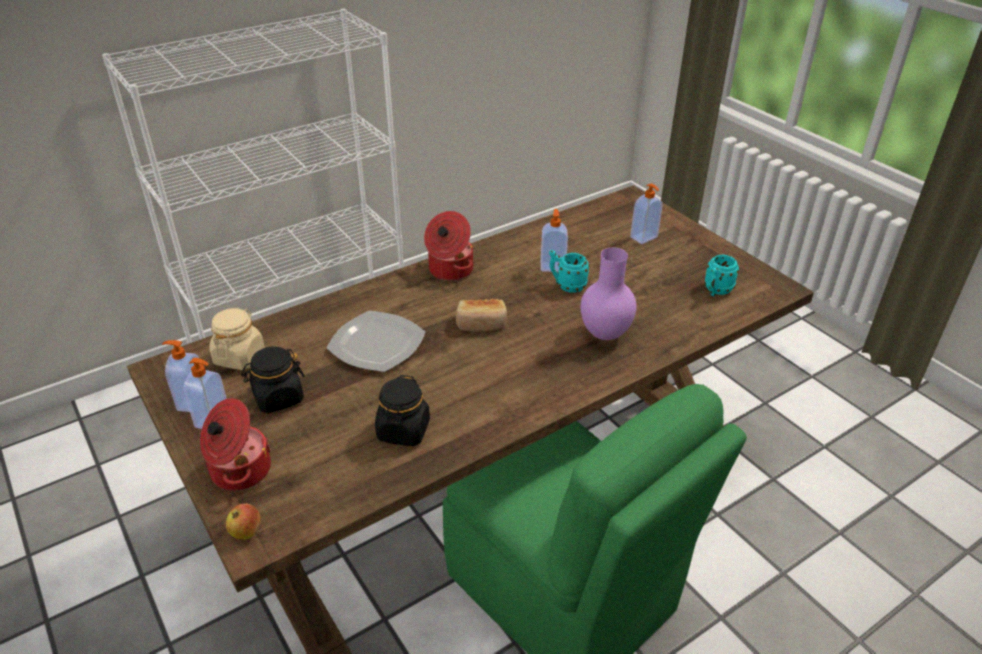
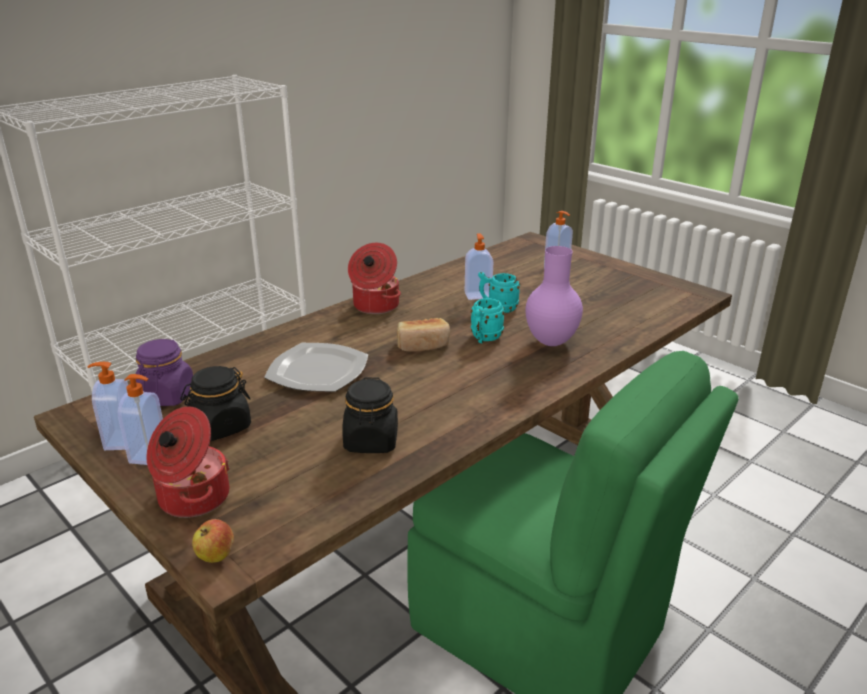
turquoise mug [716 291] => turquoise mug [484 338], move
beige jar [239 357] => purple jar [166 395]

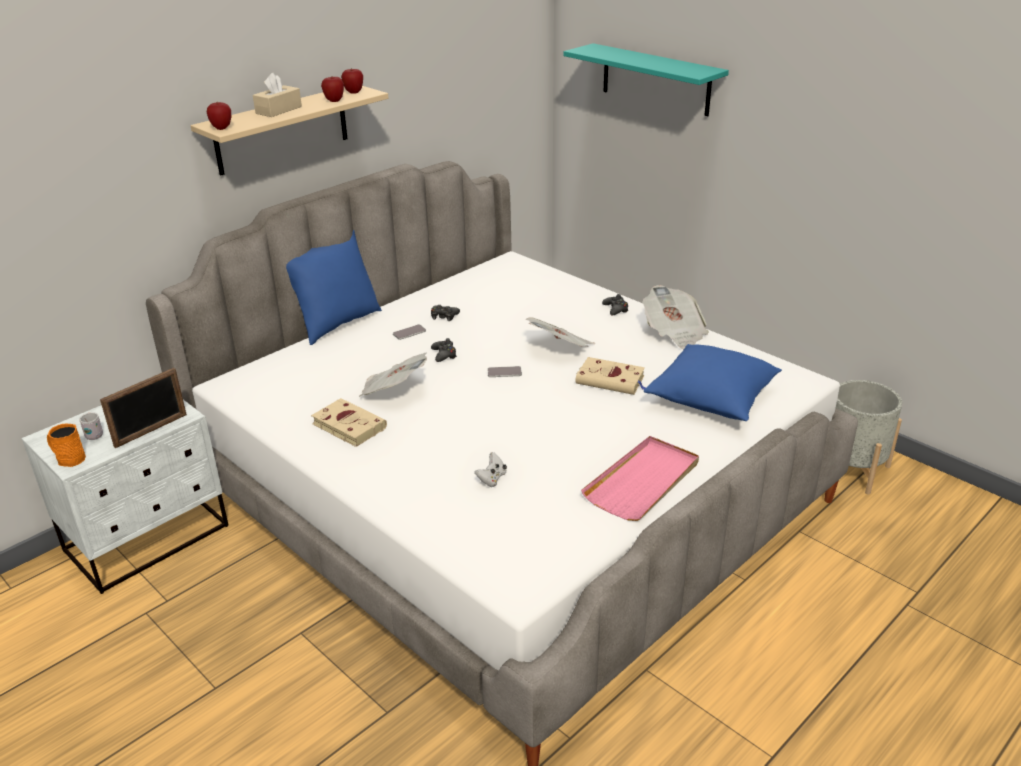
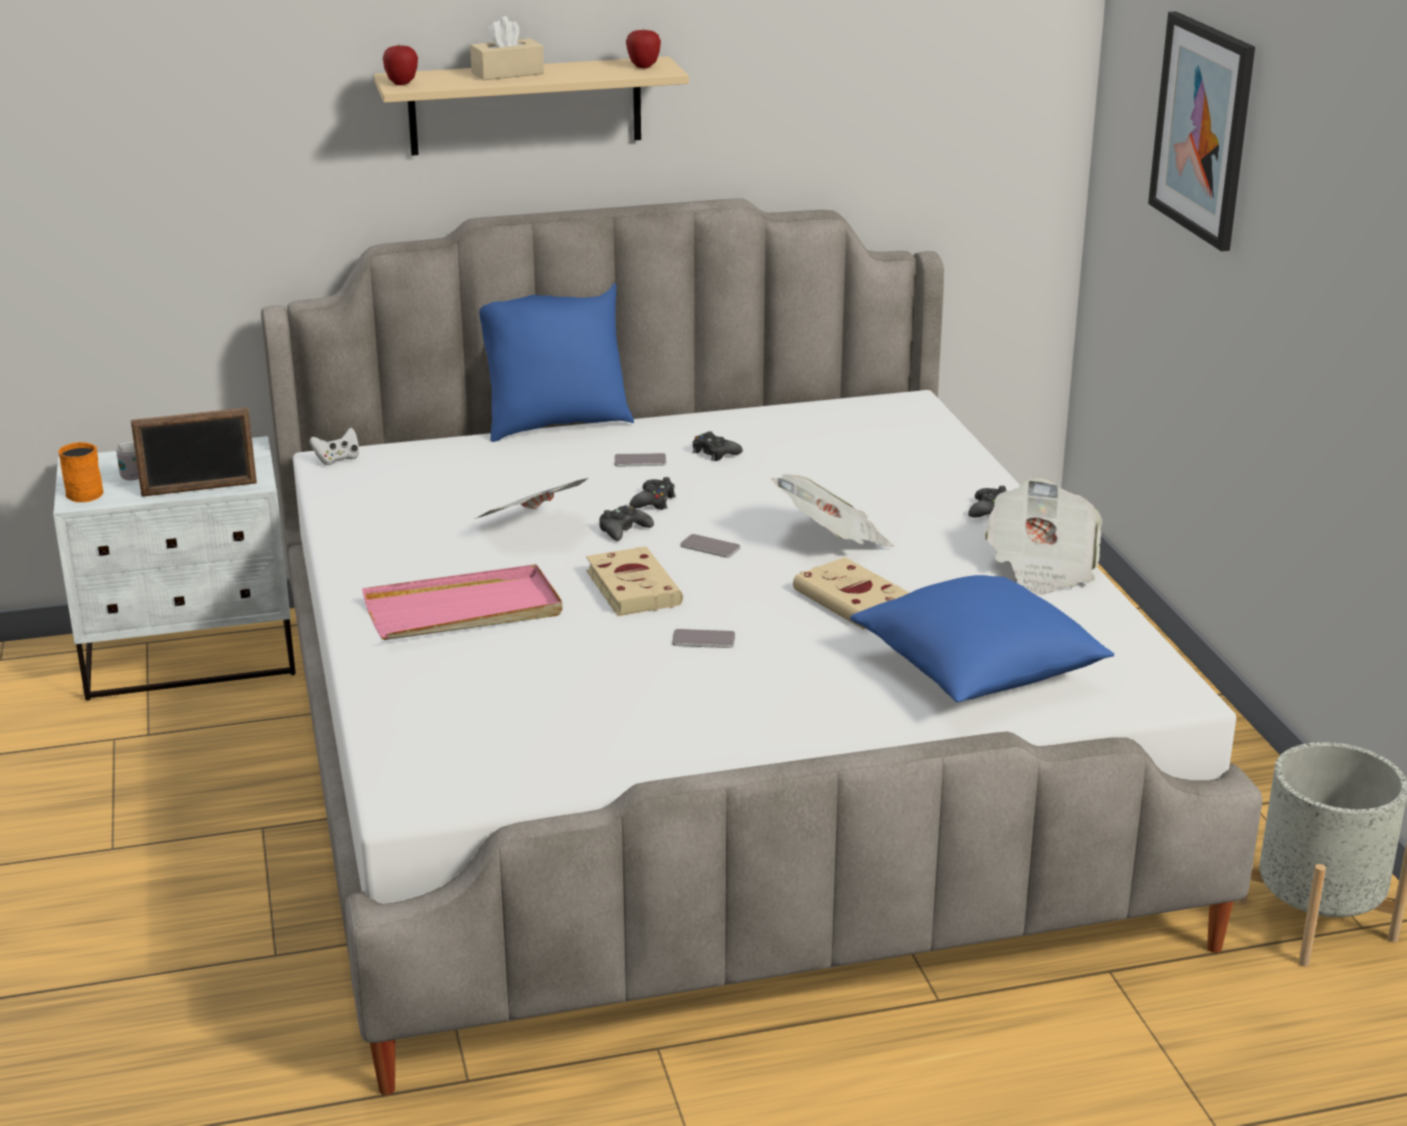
apple [334 101] => nothing
nothing => black game controller [623 530]
nothing => phone [703 640]
beige book [347 425] => beige book [631 587], move
white game controller [492 479] => white game controller [337 459], move
pink tray [643 481] => pink tray [464 611], move
turquoise shelf [655 79] => picture [1203 129]

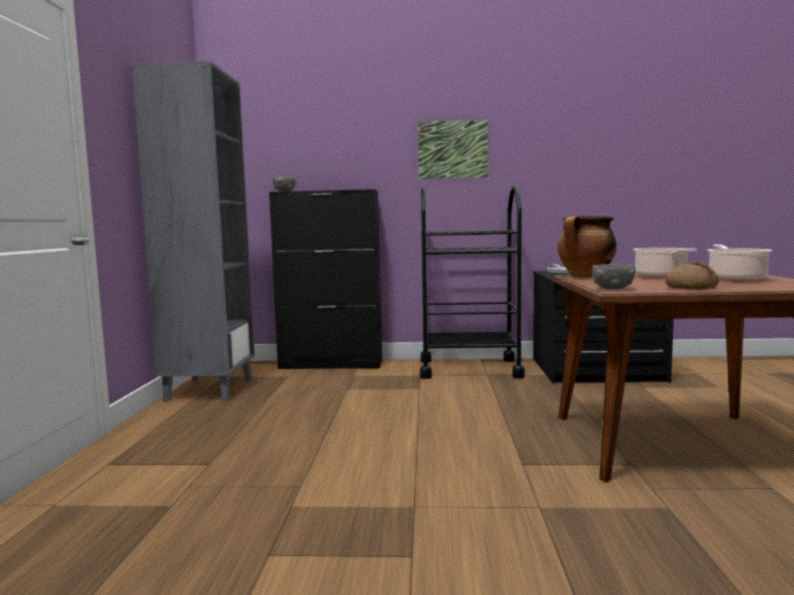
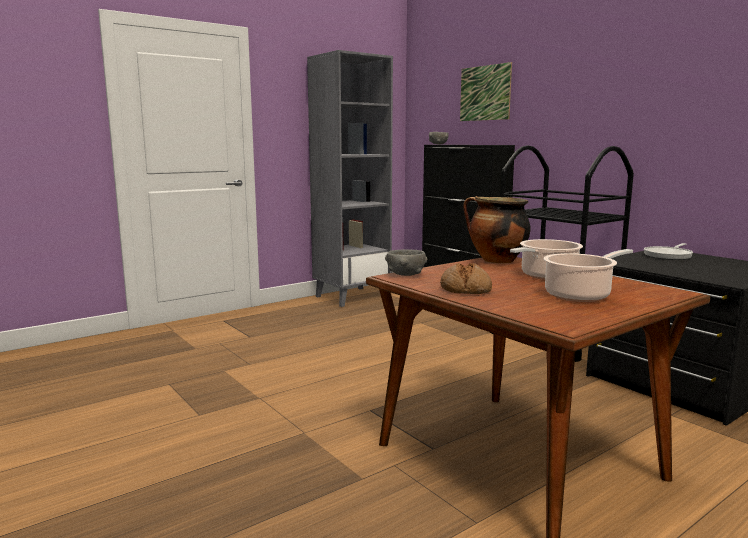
picture [453 149] => picture [485 93], move

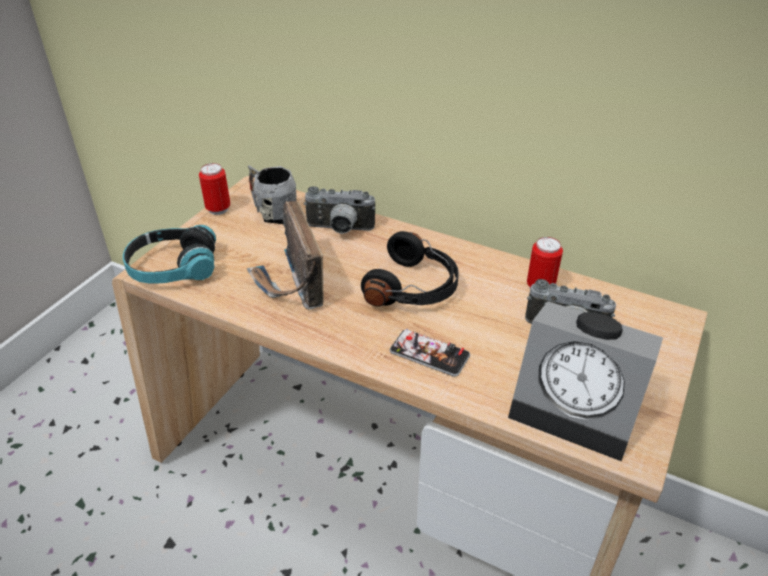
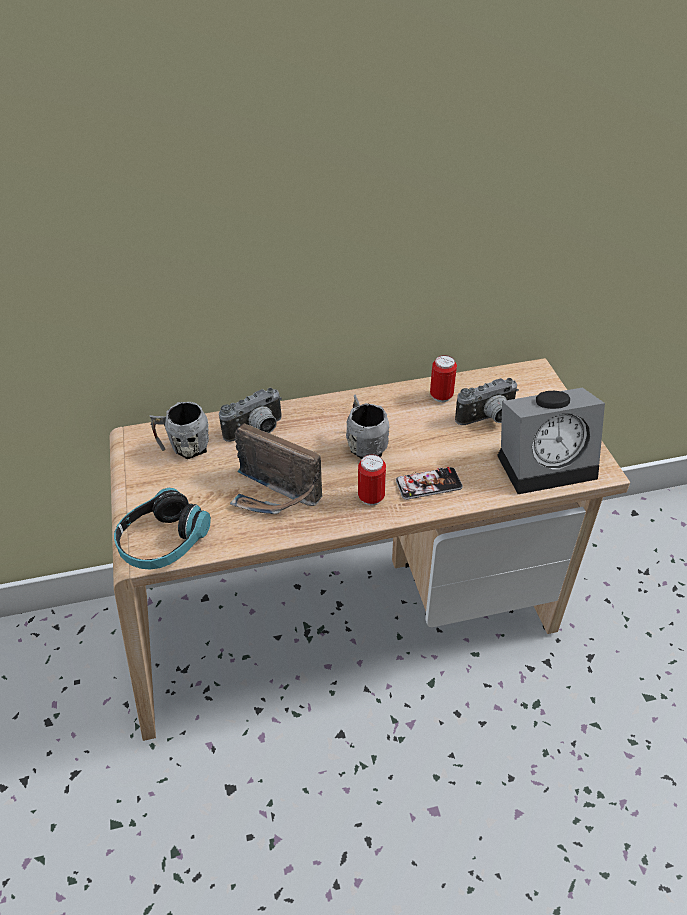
can [218 209] => can [371 497], move
black headphones [414 288] => grey mug [365 445]

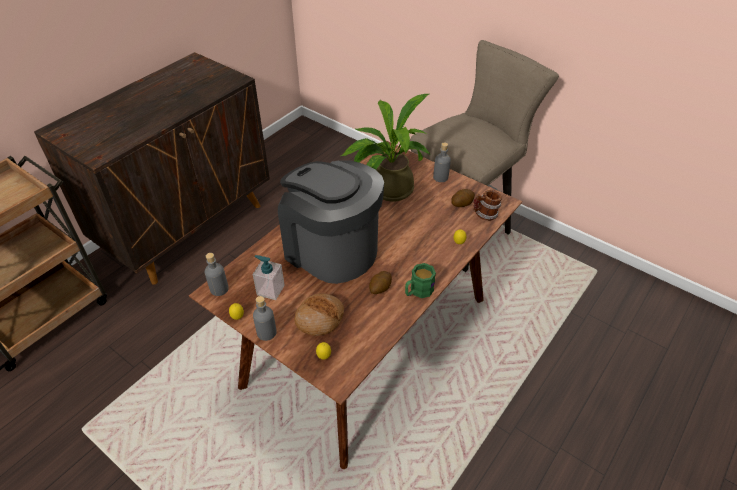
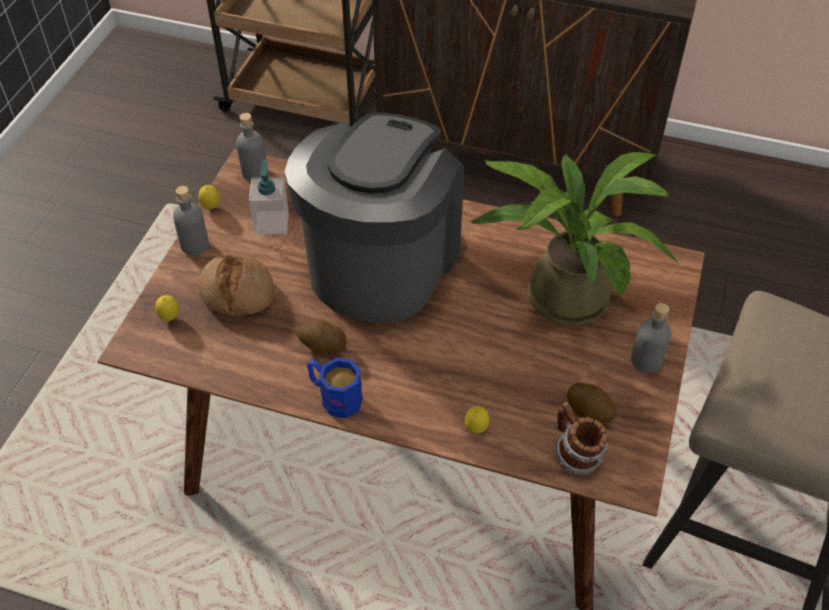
green mug [418 291] => blue mug [334 397]

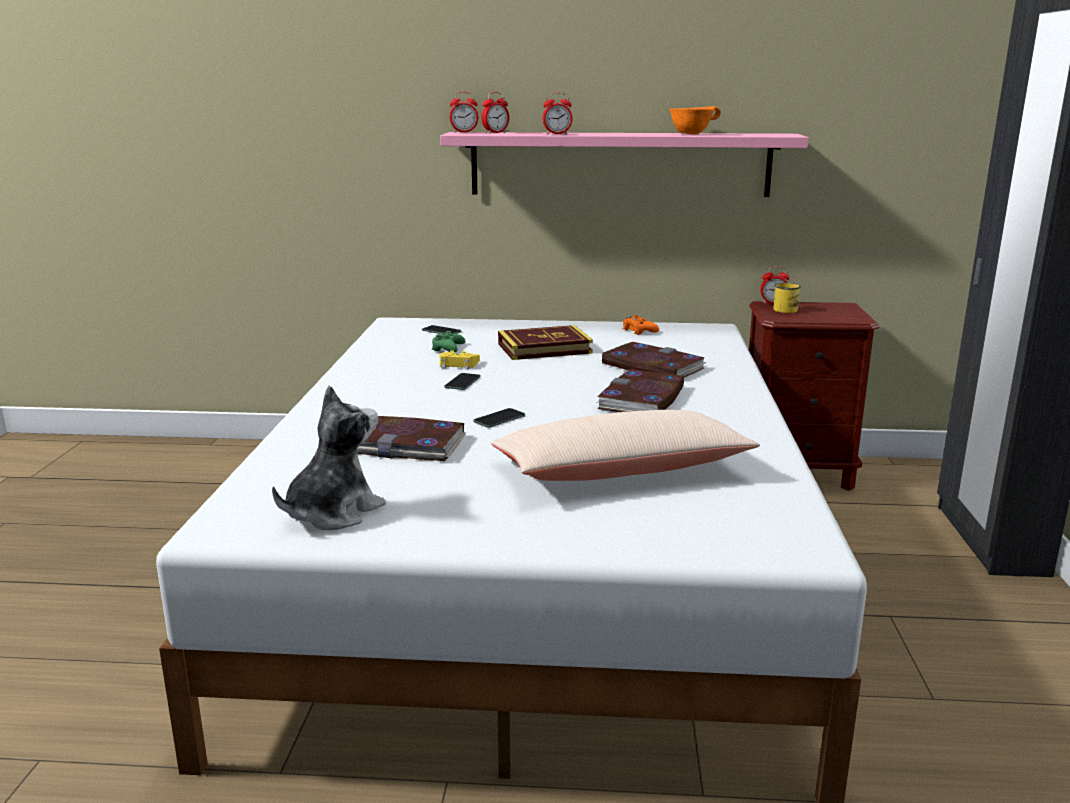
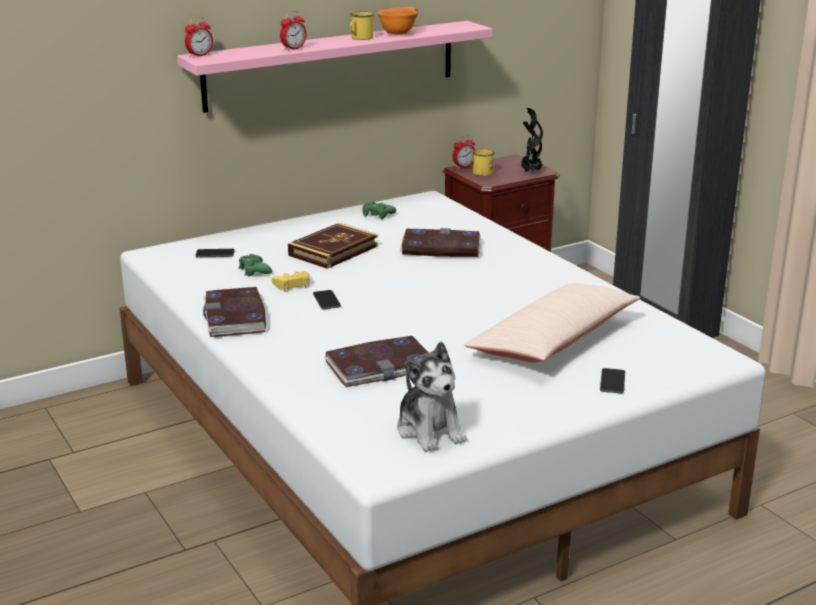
alarm clock [495 133] => nothing
nothing => yellow mug [360 38]
nothing => potted plant [530 172]
phone [499 419] => phone [612 381], move
book [642 398] => book [235 316], move
orange game controller [639 331] => green game controller [377 214]
plush toy [332 512] => plush toy [430 430], 150 degrees clockwise

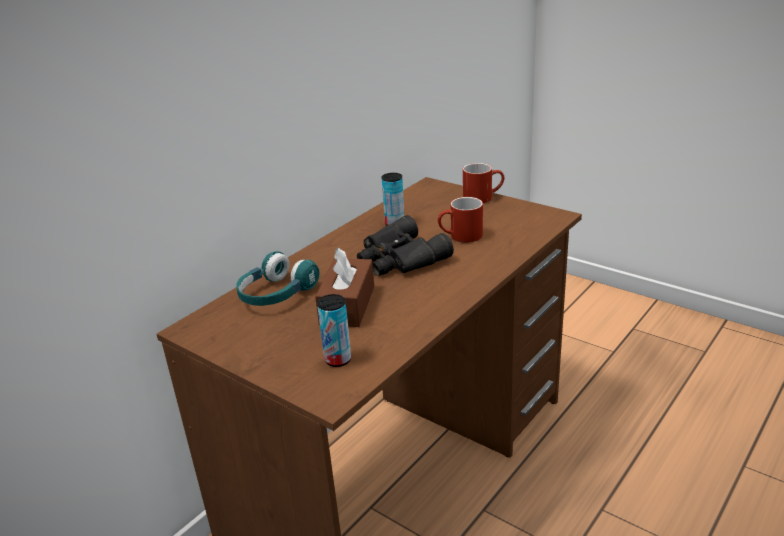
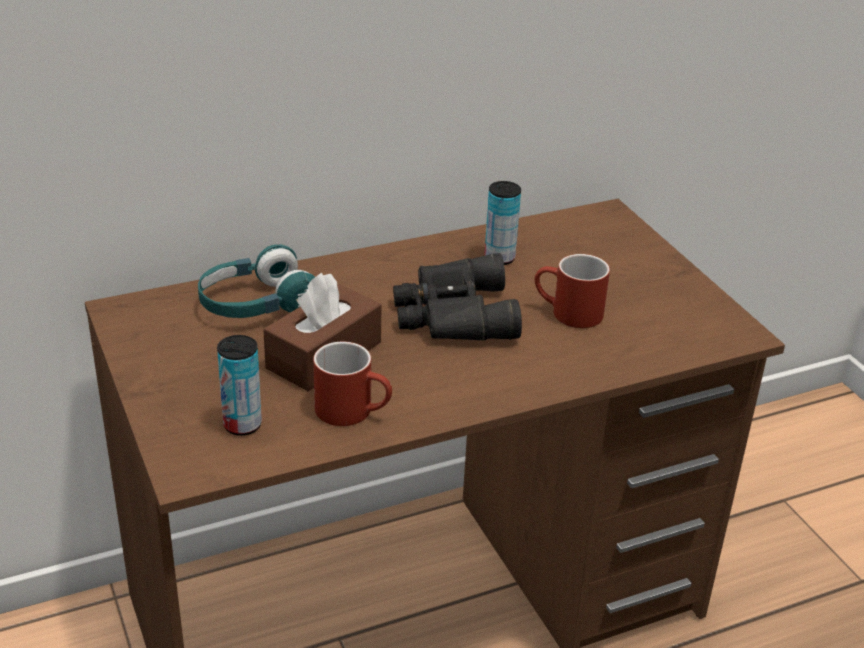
red mug [483 197] => red mug [354 411], move

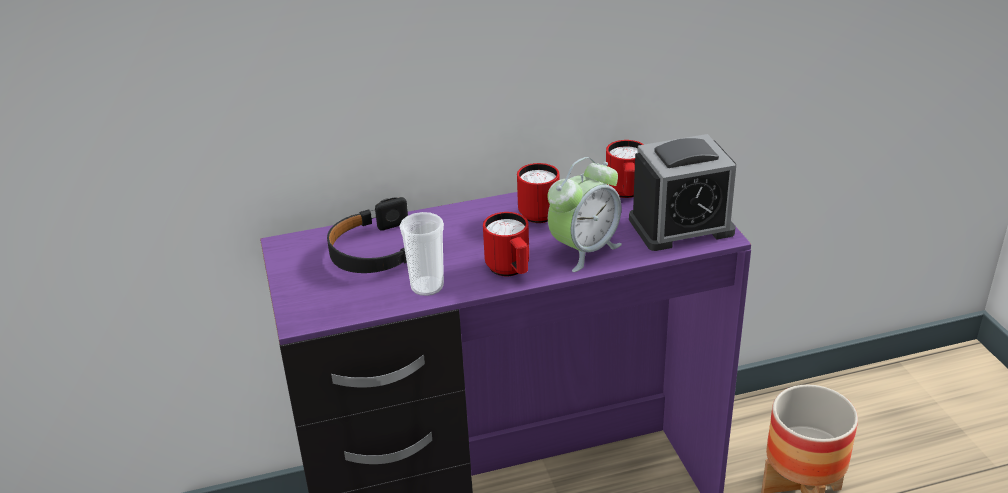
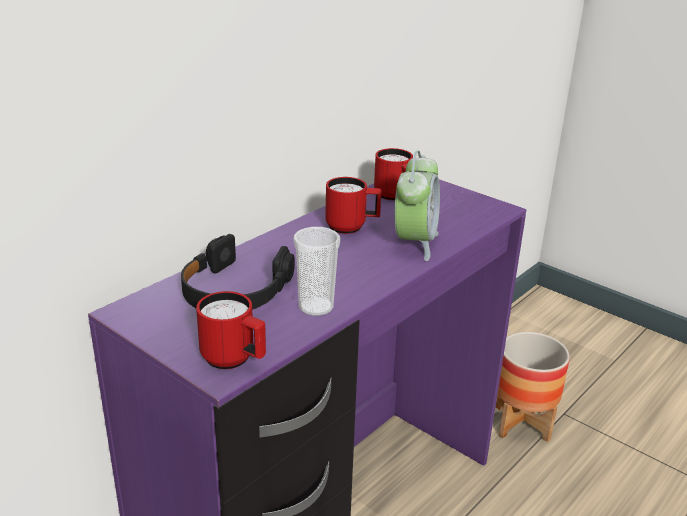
alarm clock [681 226] => nothing
red mug [510 271] => red mug [234 360], move

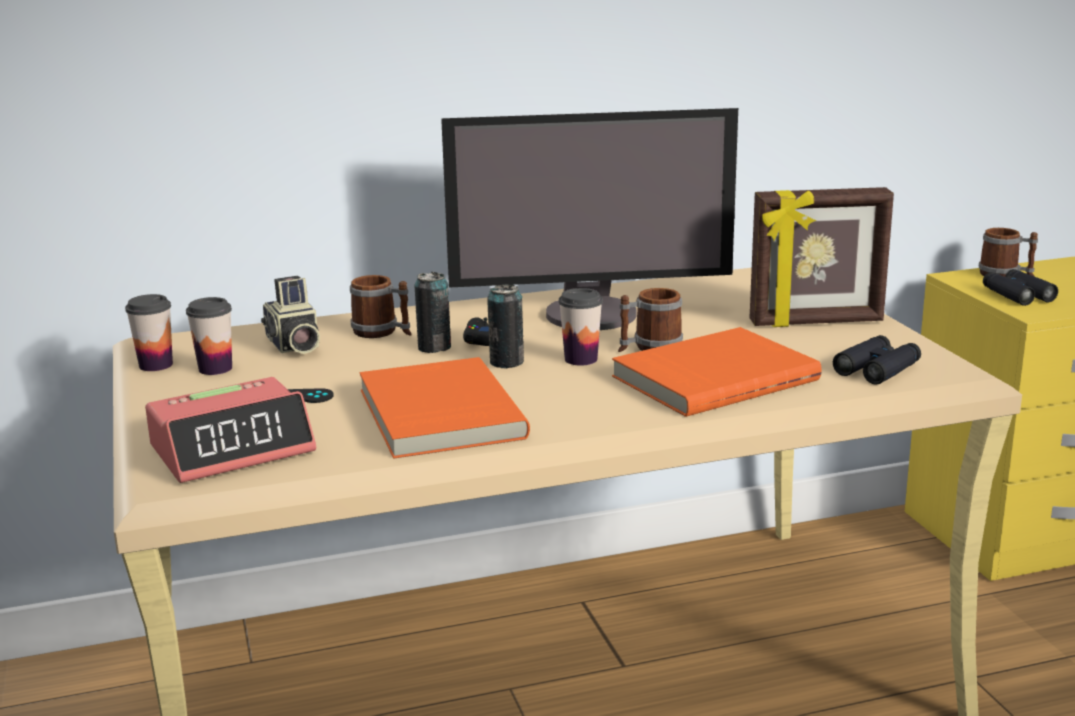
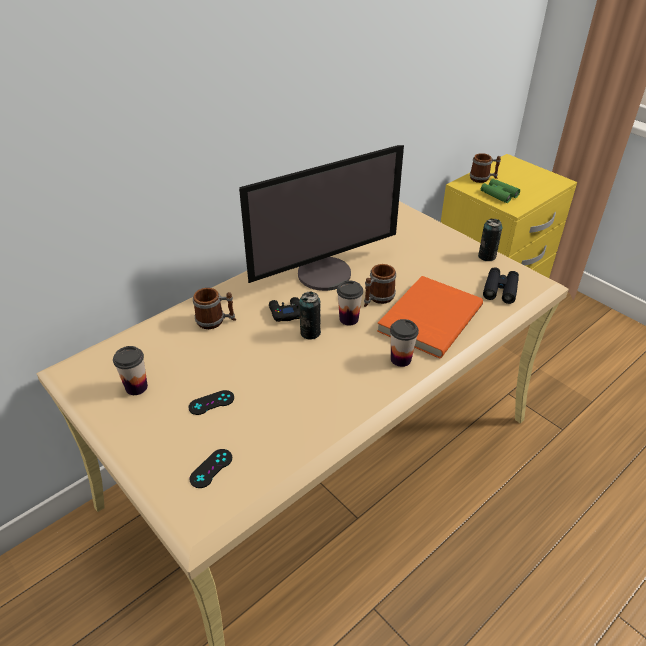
photo camera [293 346] => nothing
orange book [437 414] => nothing
picture frame [816 322] => nothing
cup [156 365] => cup [400 359], move
can [434 348] => can [487 256], move
alarm clock [233 448] => black game controller [211 468]
black binoculars [1017 295] => green binoculars [498 194]

